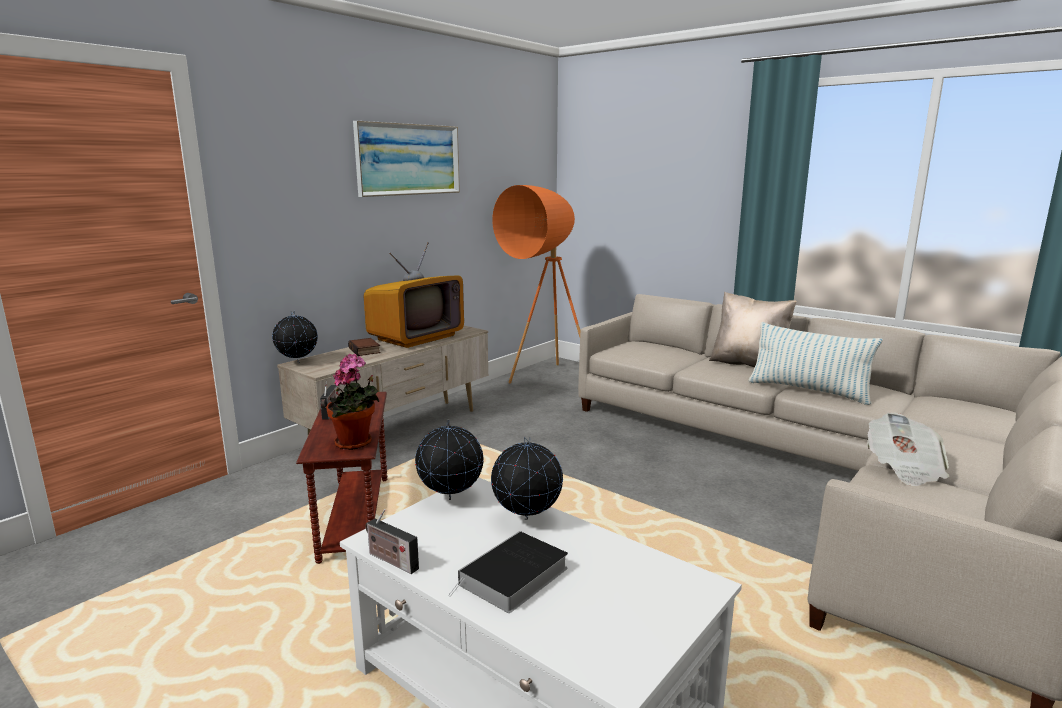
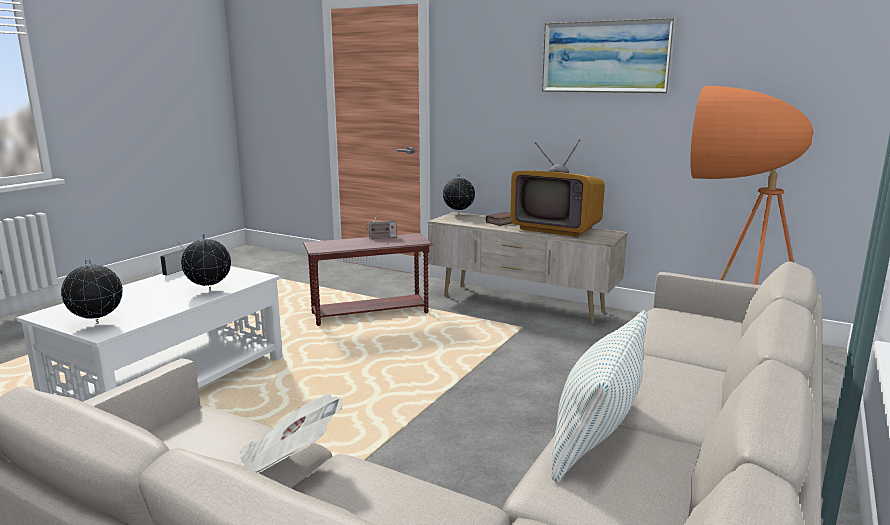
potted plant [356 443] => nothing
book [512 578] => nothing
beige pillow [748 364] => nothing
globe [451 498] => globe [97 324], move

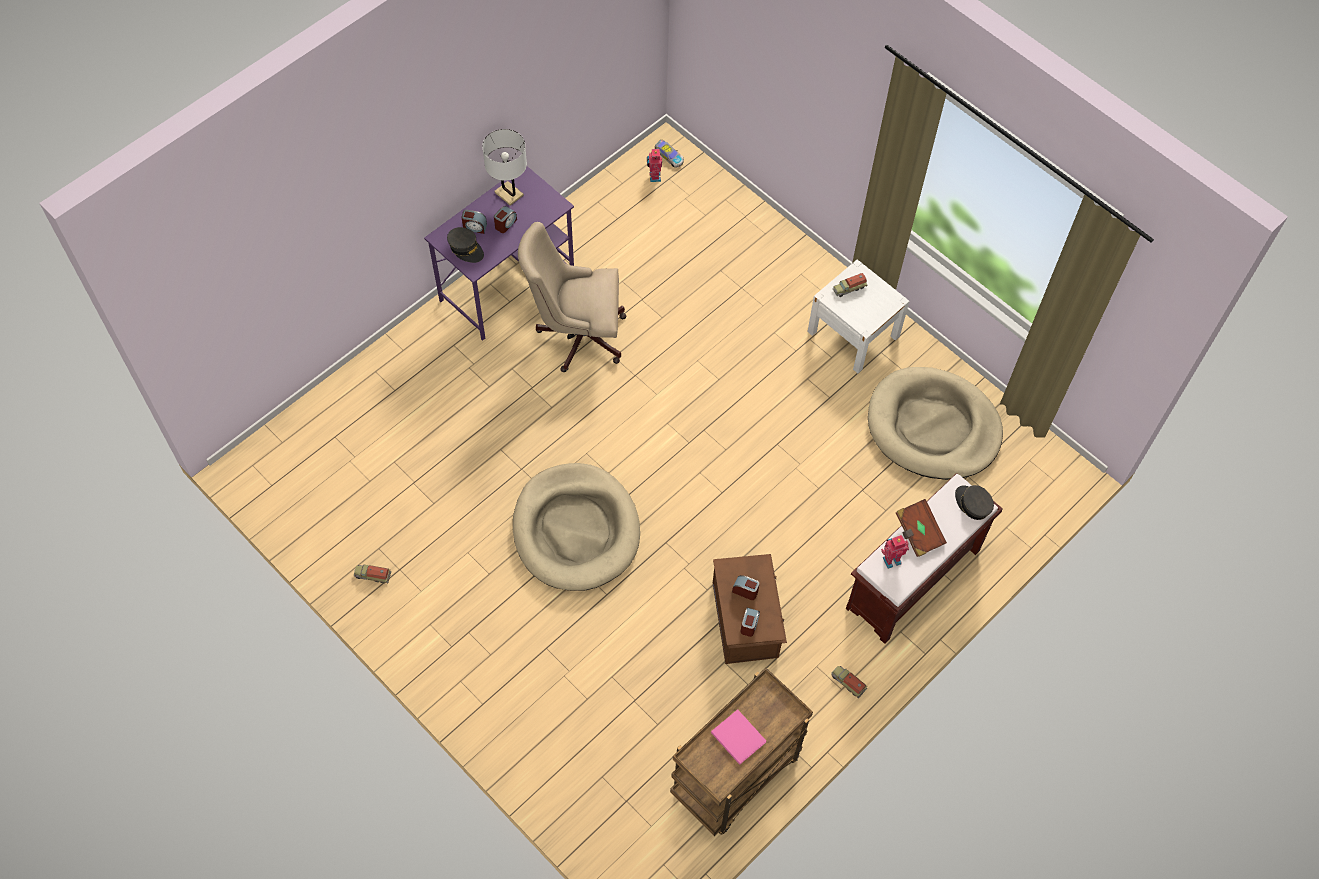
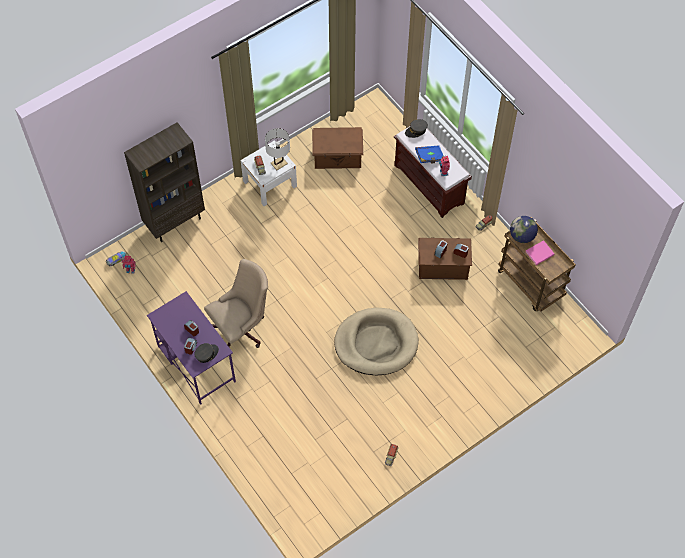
nothing => brown bookcase [175 222]
nothing => globe [522 236]
white table lamp [509 194] => white table lamp [279 163], move
beige dog bed [933 427] => brown storage box [338 157]
brown book [918 533] => blue book [429 158]
beige office chair [576 334] => beige office chair [241 328], 135 degrees counterclockwise

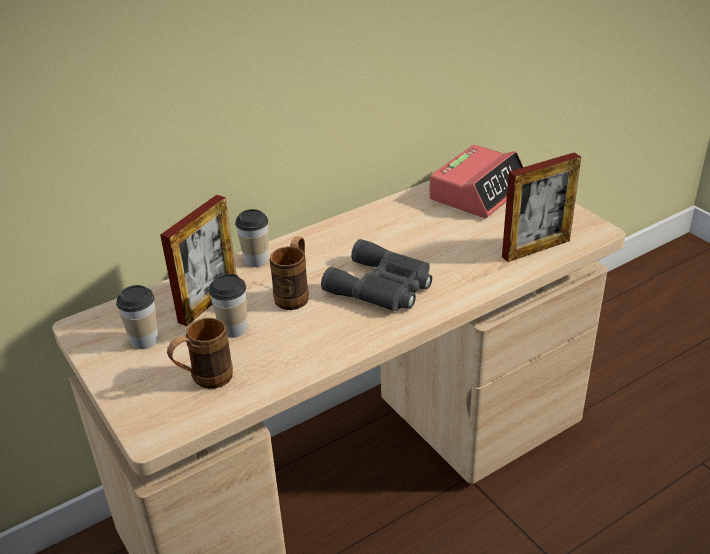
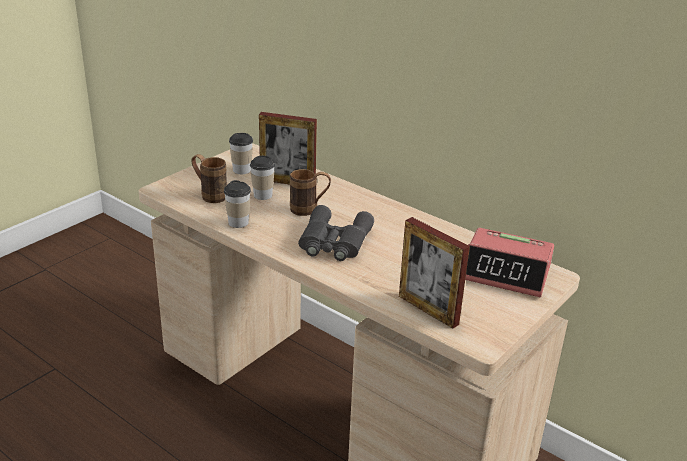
cup [256 259] => cup [238 222], move

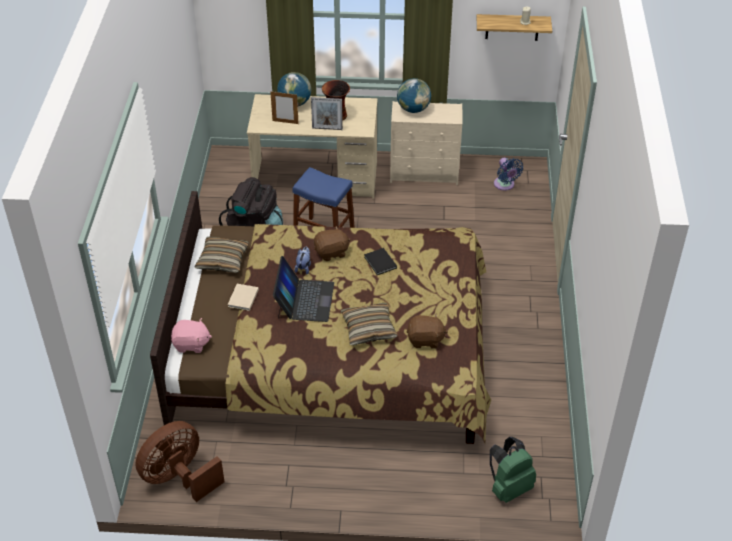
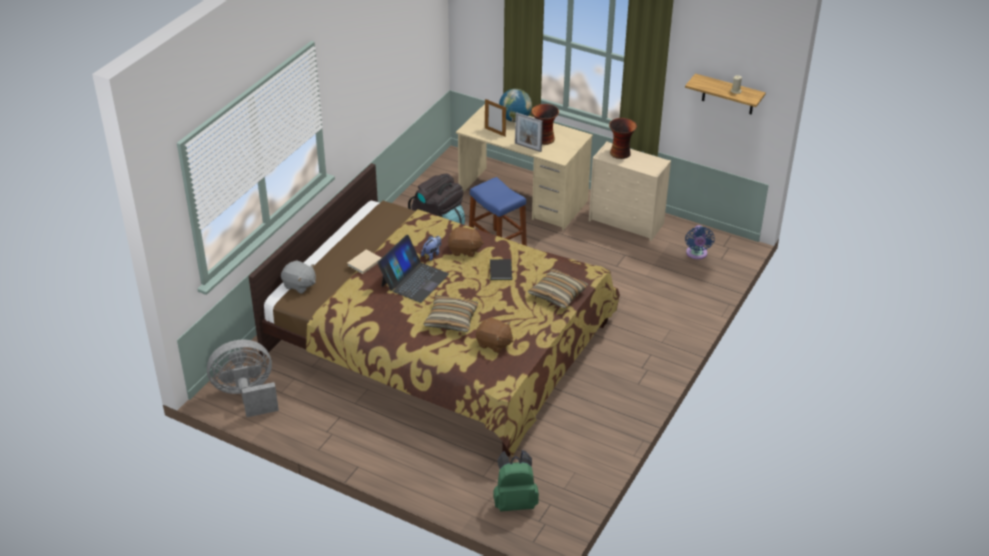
pillow [223 260] => pillow [558 294], move
globe [413 109] => vase [621 153]
brown fan [179 477] => grey fan [246 395]
pink plush toy [191 344] => grey plush toy [299 285]

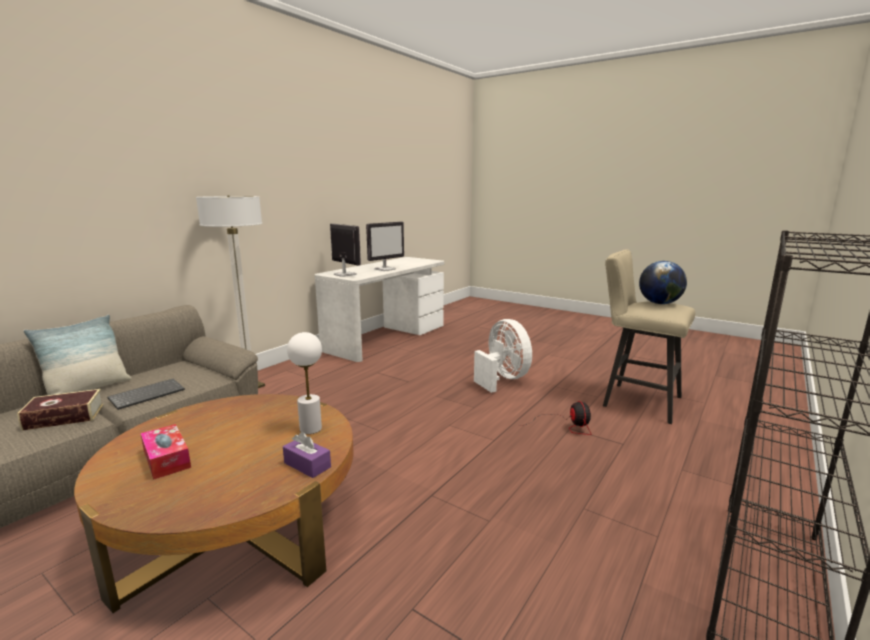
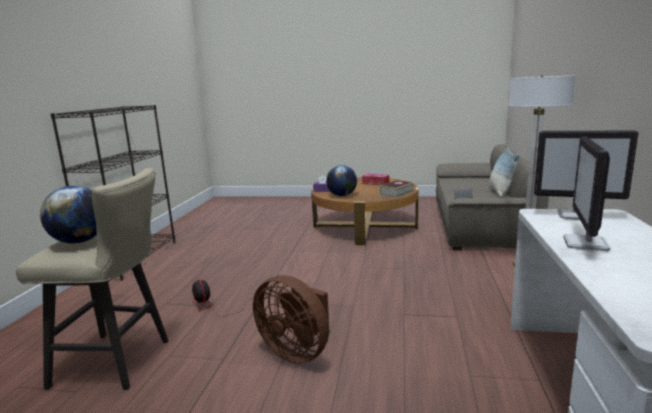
book [64 417] => book [396 193], move
white table lamp [310 429] => globe [342 195]
white fan [502 379] => brown fan [297 351]

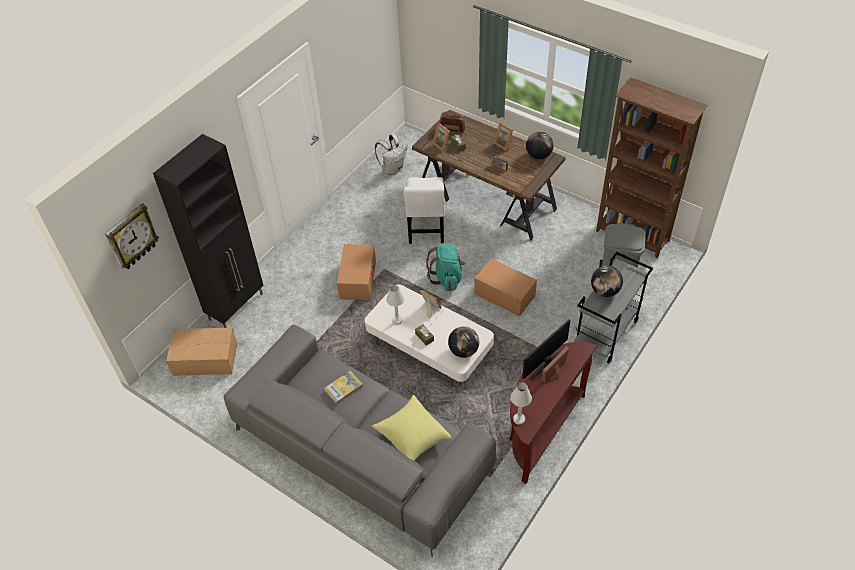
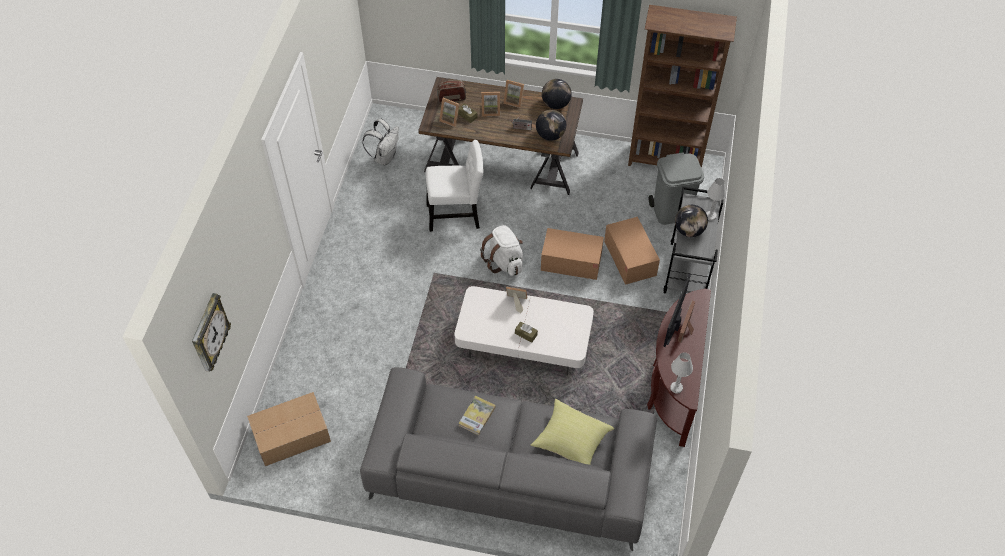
black cabinet [237 306] => nothing
nothing => picture frame [490 111]
cardboard box [358 280] => cardboard box [630 258], move
white table lamp [397 320] => white table lamp [711 216], move
globe [463 351] => globe [550 135], move
turquoise backpack [447 278] => white backpack [504 262]
white chair [426 229] => white chair [456 215], 75 degrees counterclockwise

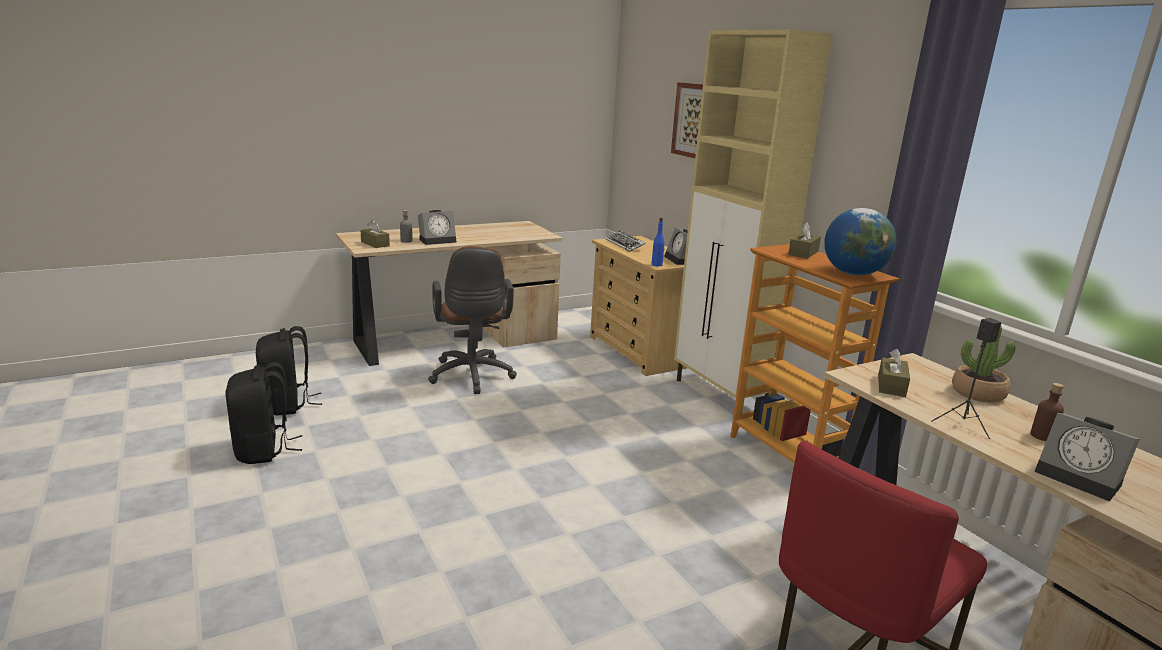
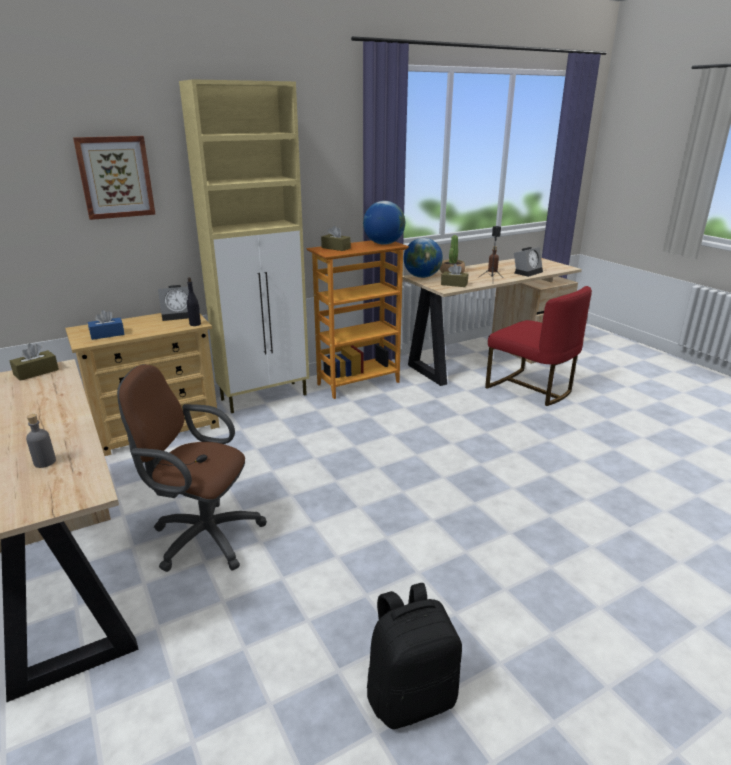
black backpack [288 405] => nothing
alarm clock [438 240] => nothing
nothing => globe [422 277]
brown tissue box [375 244] => brown tissue box [36 372], move
keyboard [625 244] => blue tissue box [107 334]
blue bottle [657 265] => black bottle [195 324]
brown office chair [472 377] => brown office chair [202 536], 150 degrees counterclockwise

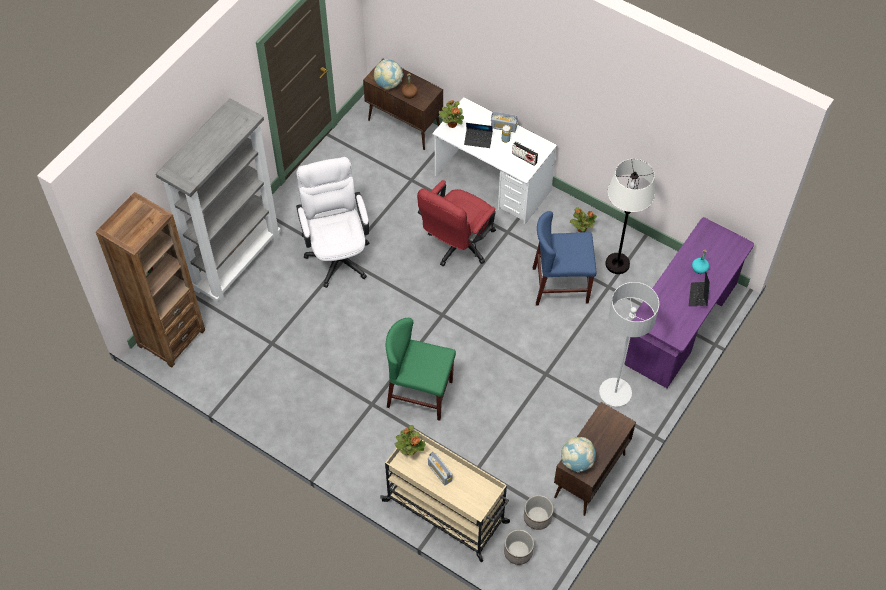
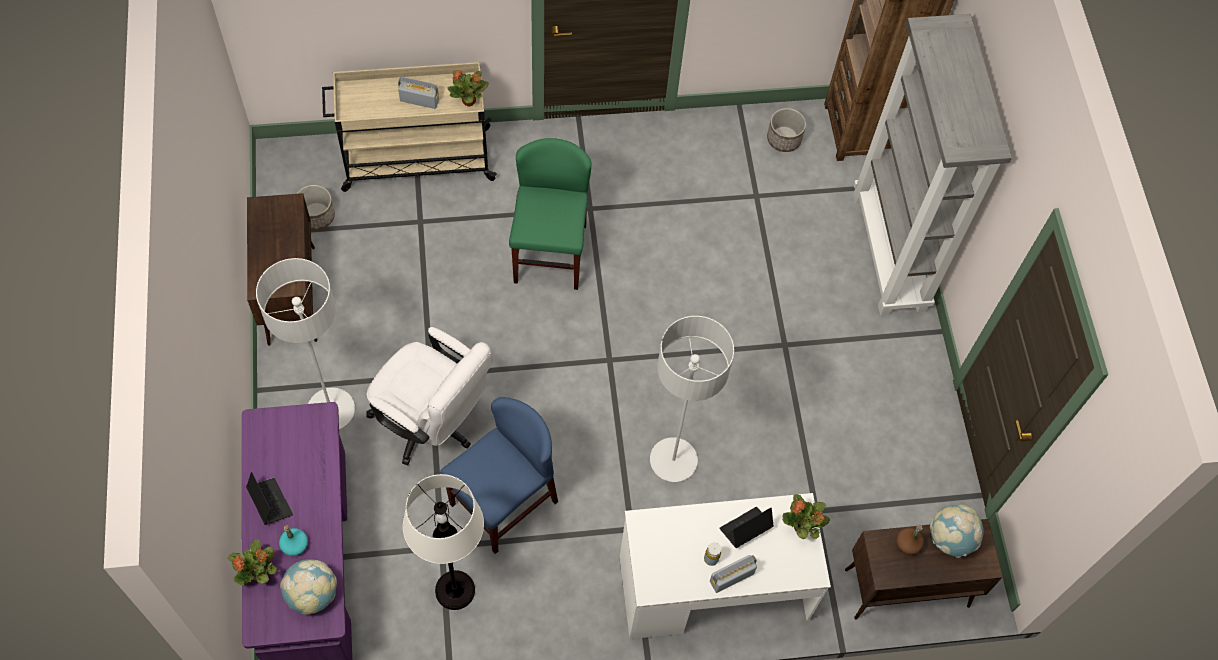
radio [524 158] => nothing
white office chair [337 252] => white office chair [432 424], move
planter [518 552] => planter [784 139], move
globe [577 461] => globe [312 594], move
potted plant [581 229] => potted plant [259 573], move
red office chair [457 246] => grey floor lamp [673 460]
green chair [420 394] => green chair [550 254], 60 degrees counterclockwise

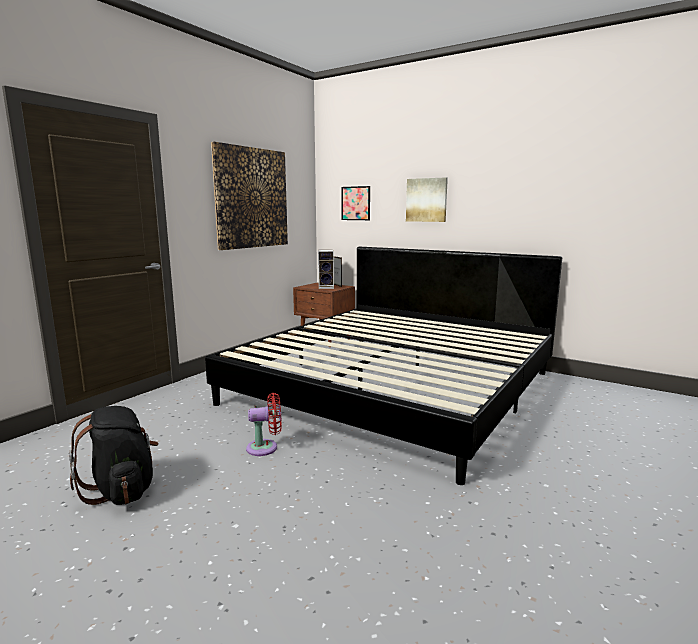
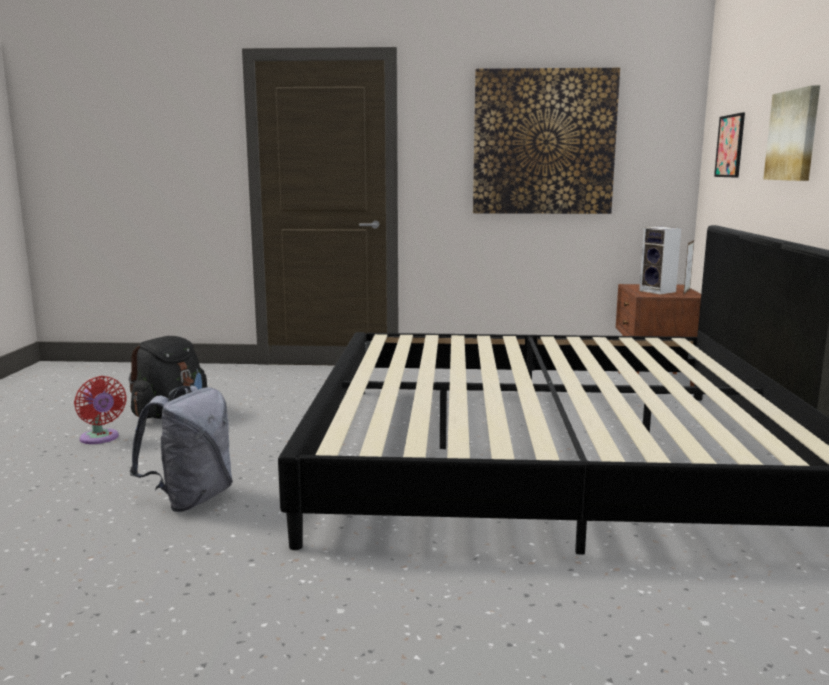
nothing => grey backpack [191 499]
red fan [265 448] => red fan [100 438], move

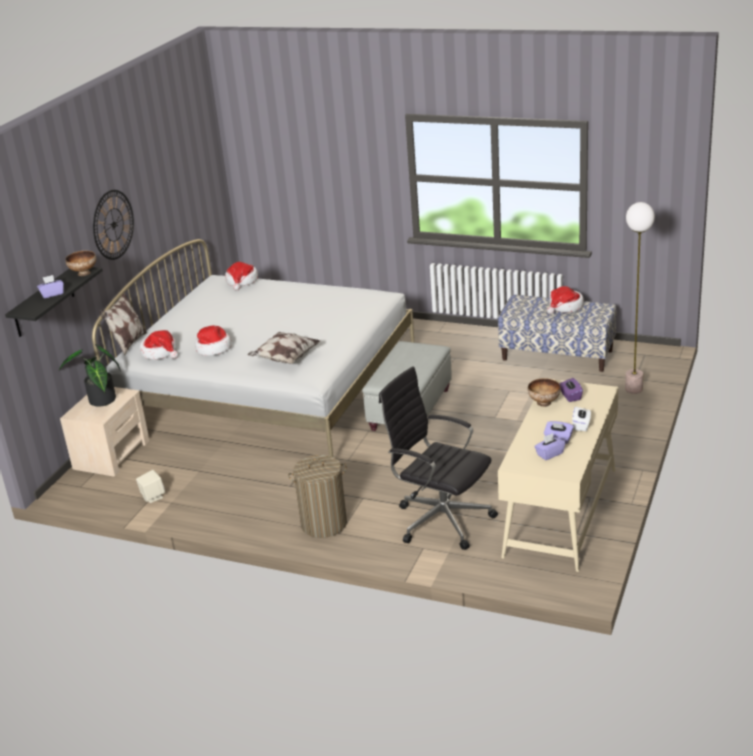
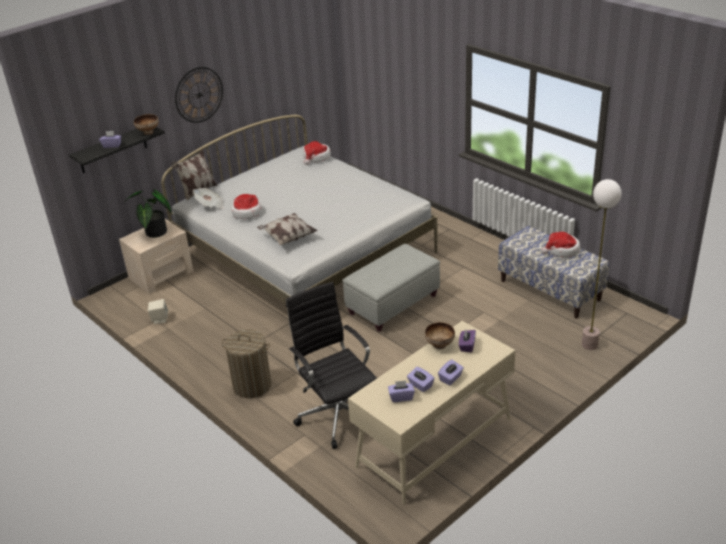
hat [160 352] => newspaper [210 205]
white tissue box [581 425] => purple tissue box [451 378]

